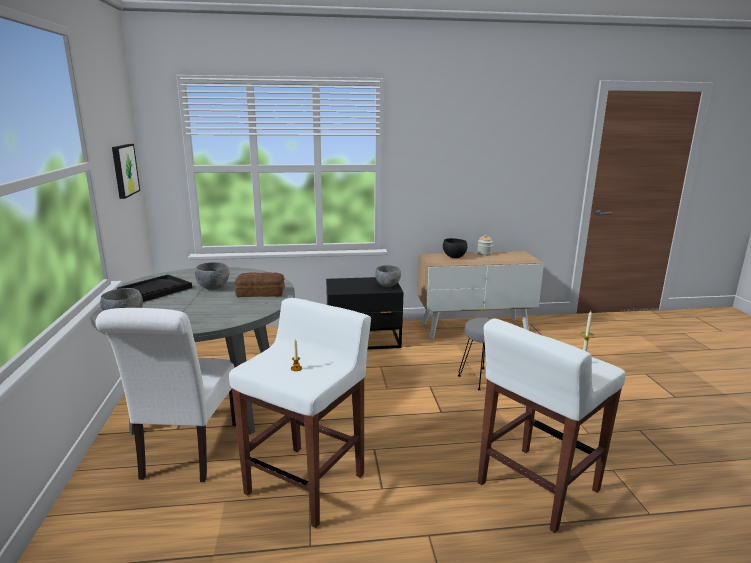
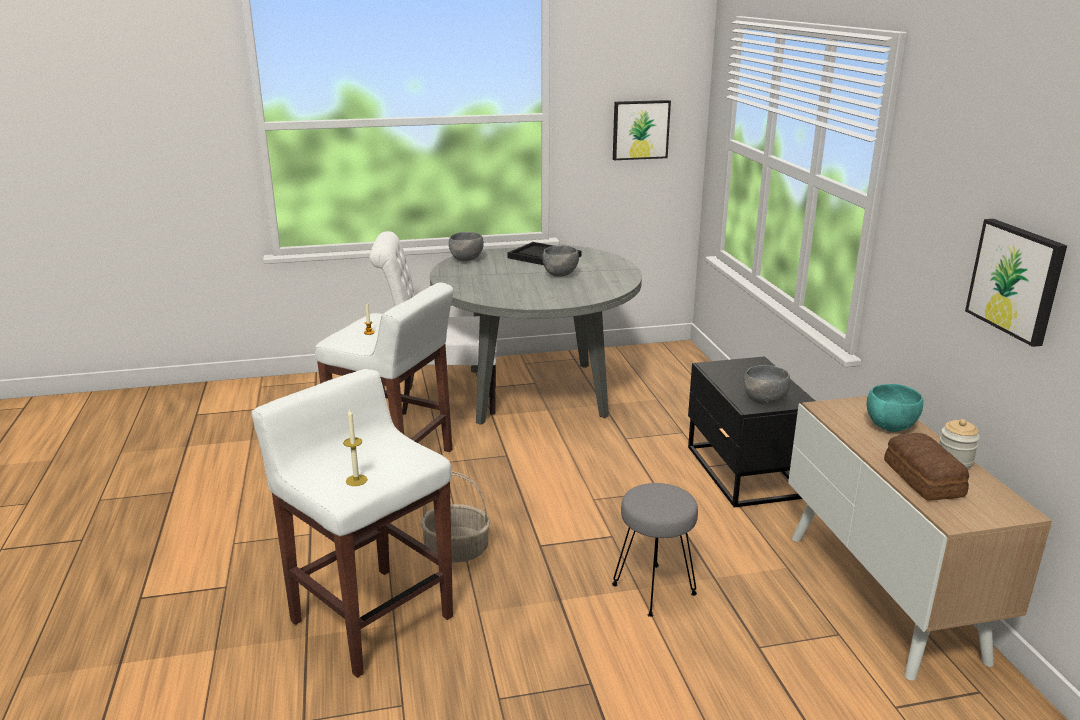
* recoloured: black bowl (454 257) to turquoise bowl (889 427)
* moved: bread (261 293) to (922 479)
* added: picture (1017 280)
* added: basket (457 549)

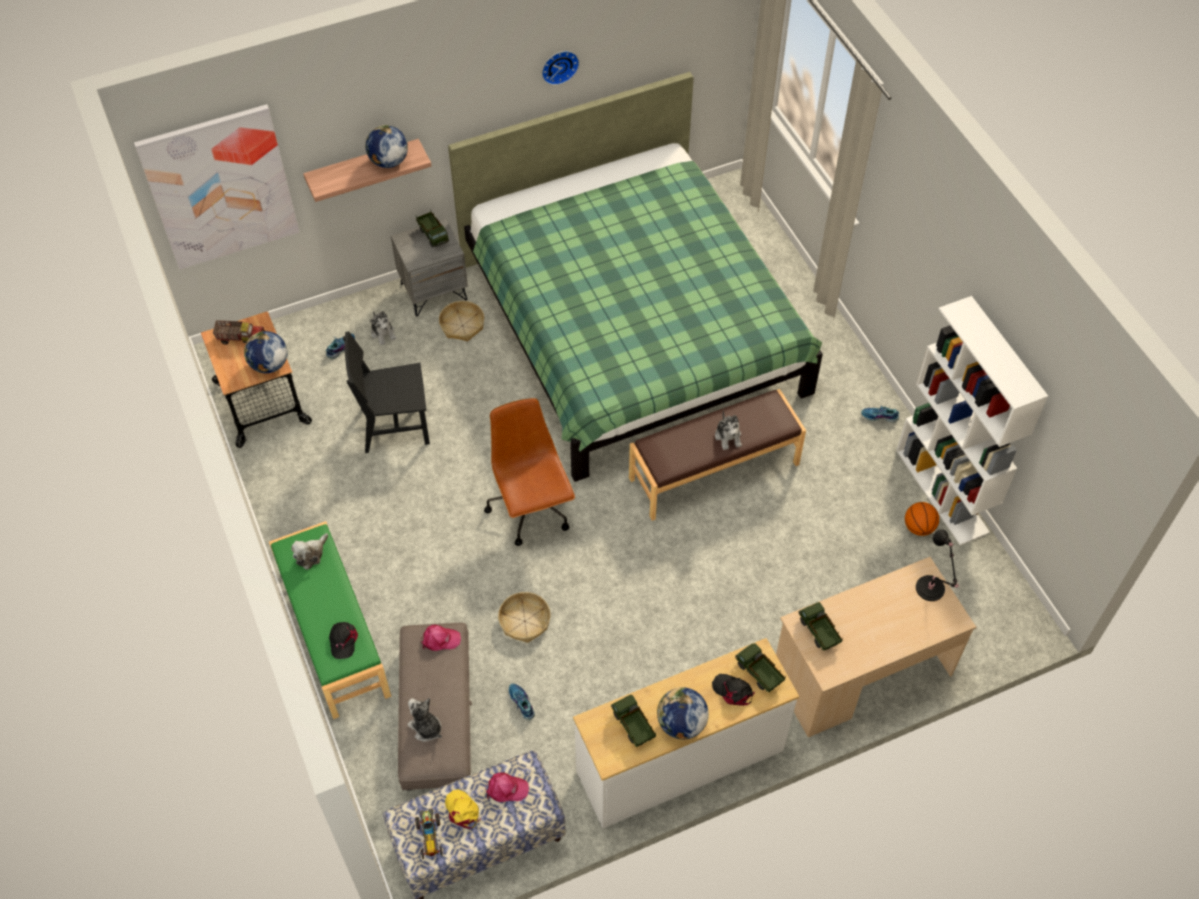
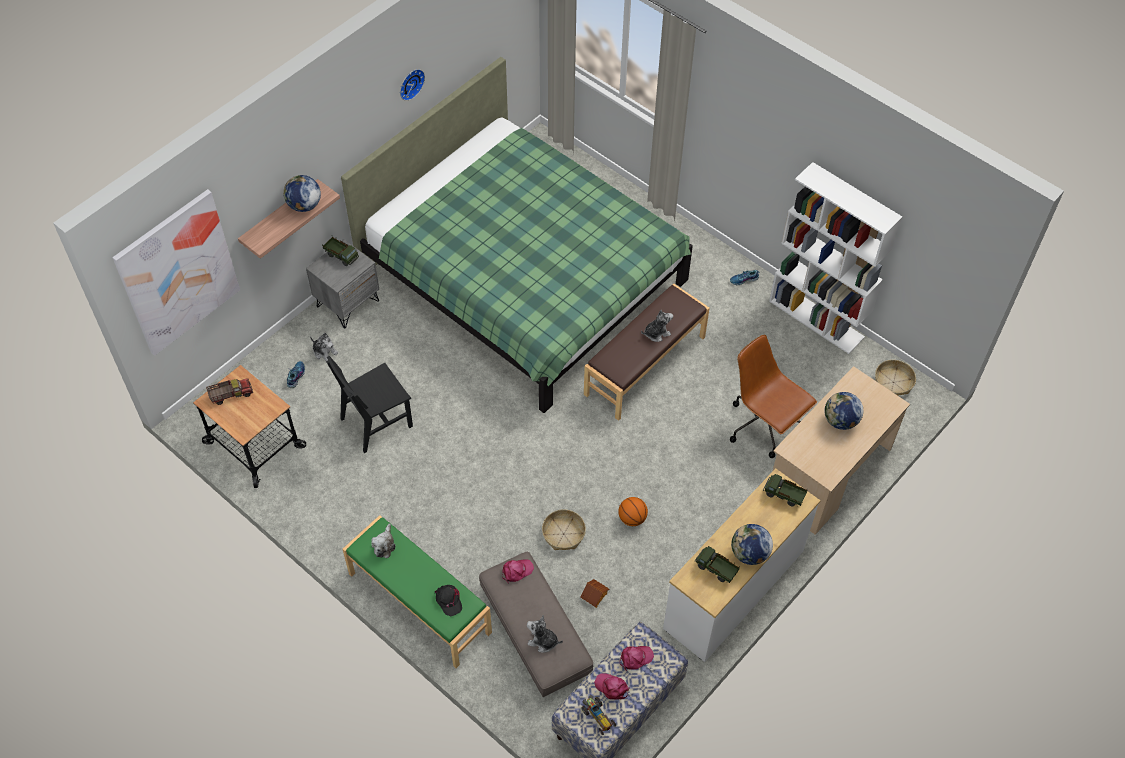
* moved: basket (462 325) to (893 382)
* moved: globe (269 365) to (840 421)
* moved: brown office chair (532 510) to (764 427)
* turned: plush toy (728 436) = (656 333) 75 degrees counterclockwise
* moved: basketball (918 527) to (632 518)
* removed: black table lamp (931 590)
* removed: toy truck (818 632)
* removed: black cap (733 691)
* replaced: shoe (521 703) to toy house (594 596)
* recoloured: yellow cap (462 810) to pink cap (612 687)

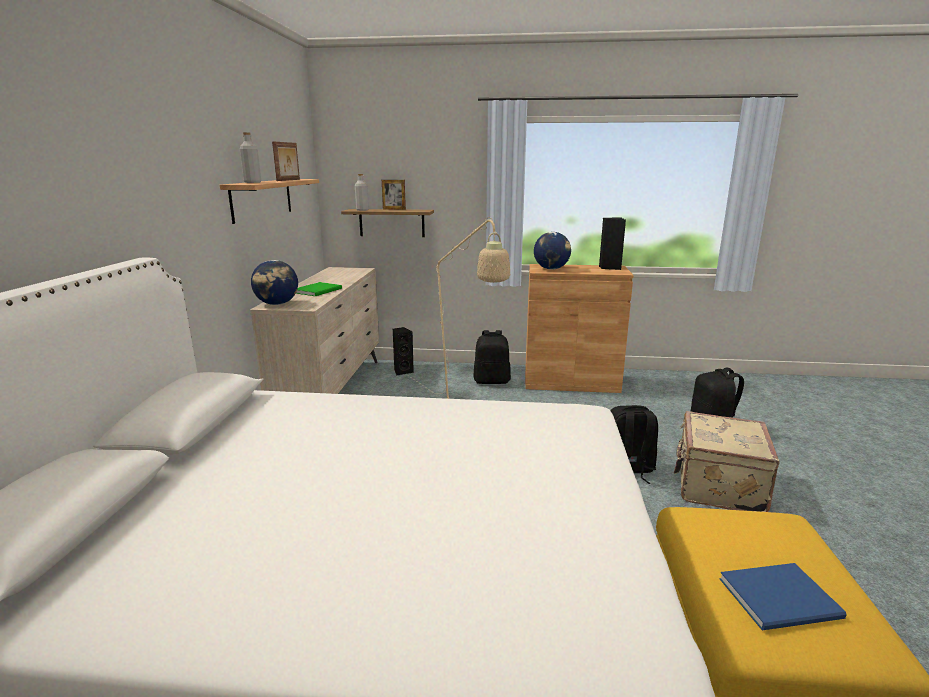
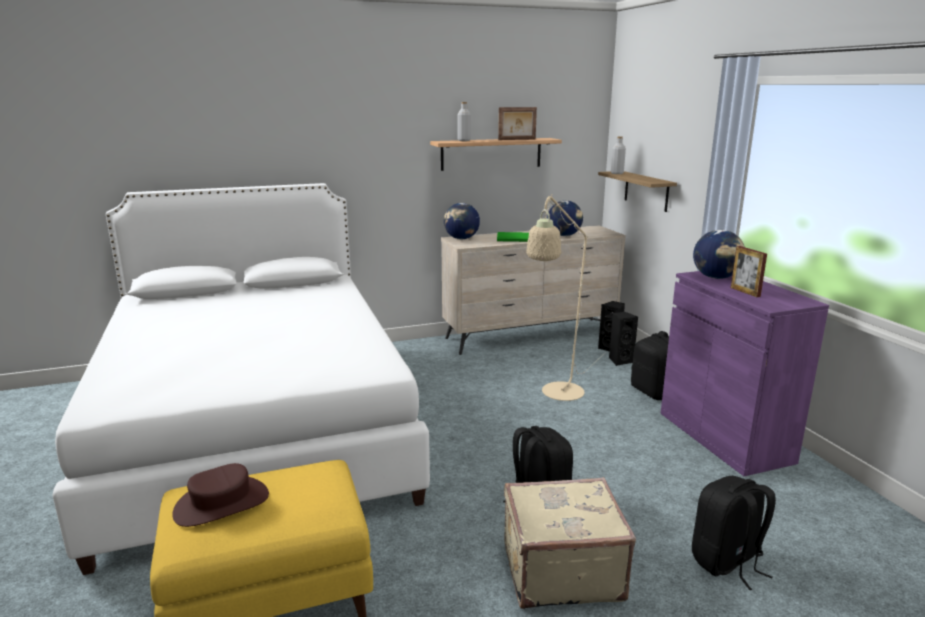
* moved: picture frame (394 209) to (745 292)
* moved: black speaker (609 267) to (620 361)
* recoloured: brown cabinet (571 382) to purple cabinet (724 437)
* replaced: blue book (783 600) to brown hat (221 504)
* added: globe (564 235)

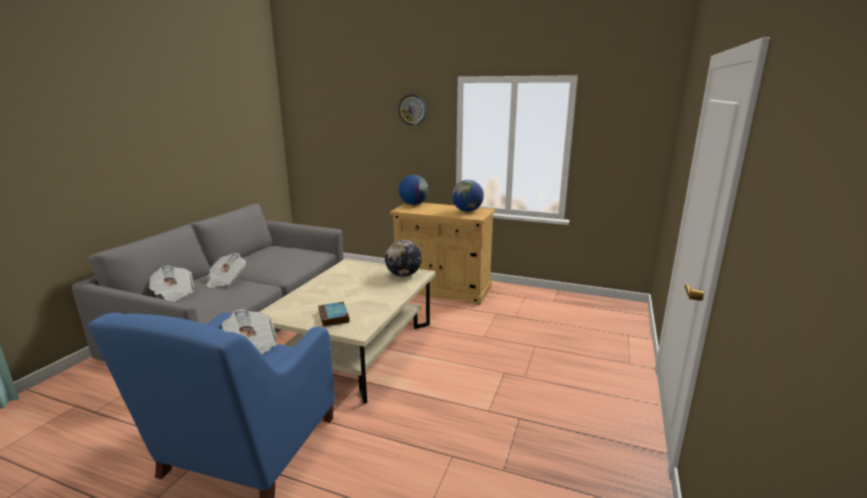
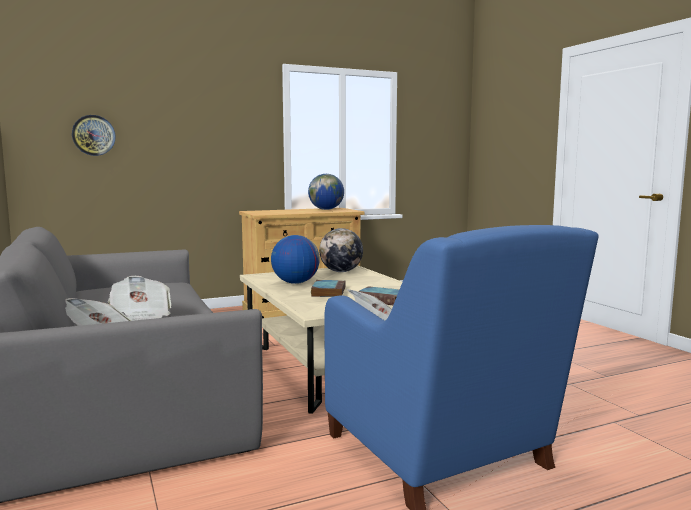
* moved: wall clock (412 110) to (93 135)
* moved: globe (413 204) to (295 283)
* added: book (328 292)

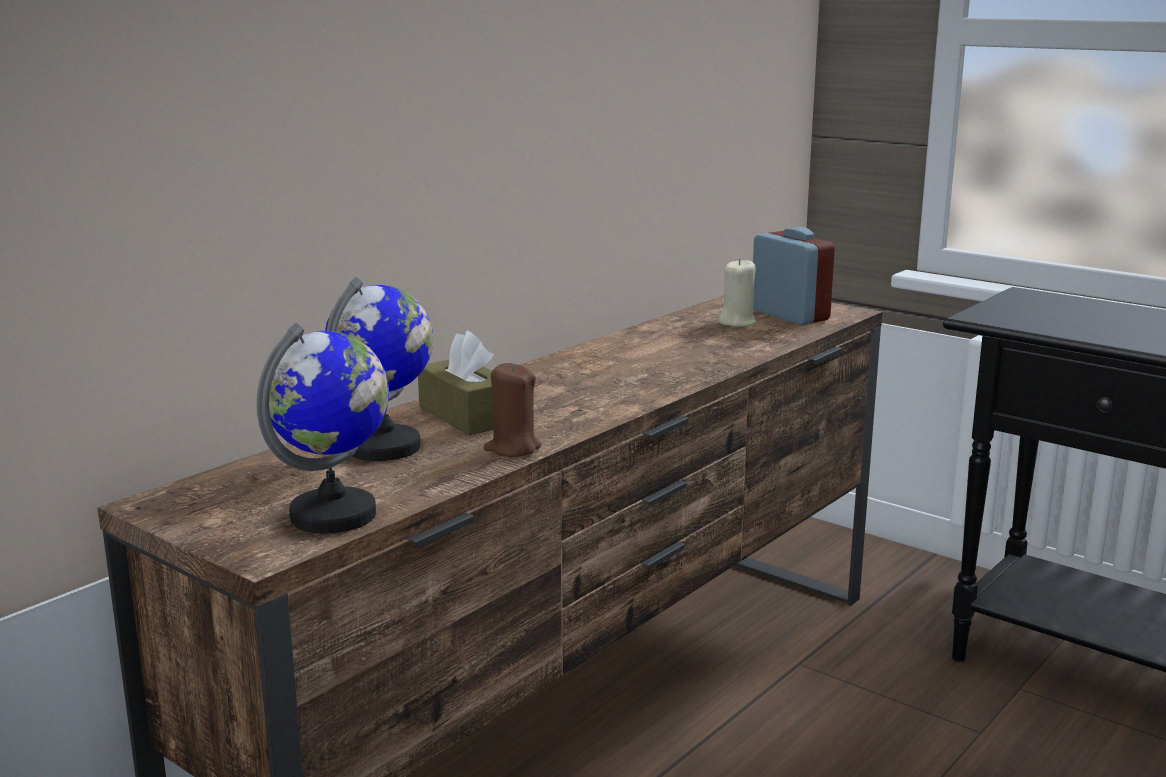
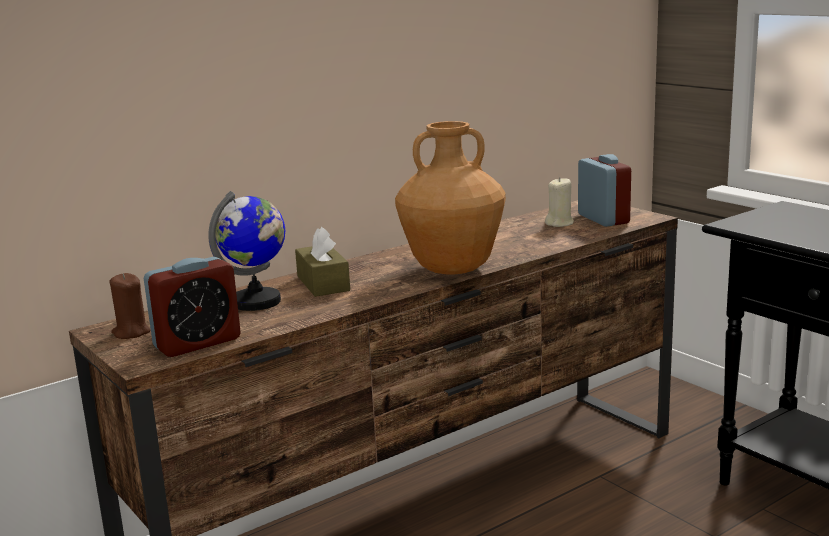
* replaced: globe (334 515) to alarm clock (197 343)
* moved: brown candle (512 448) to (131 332)
* added: brown vase (452 270)

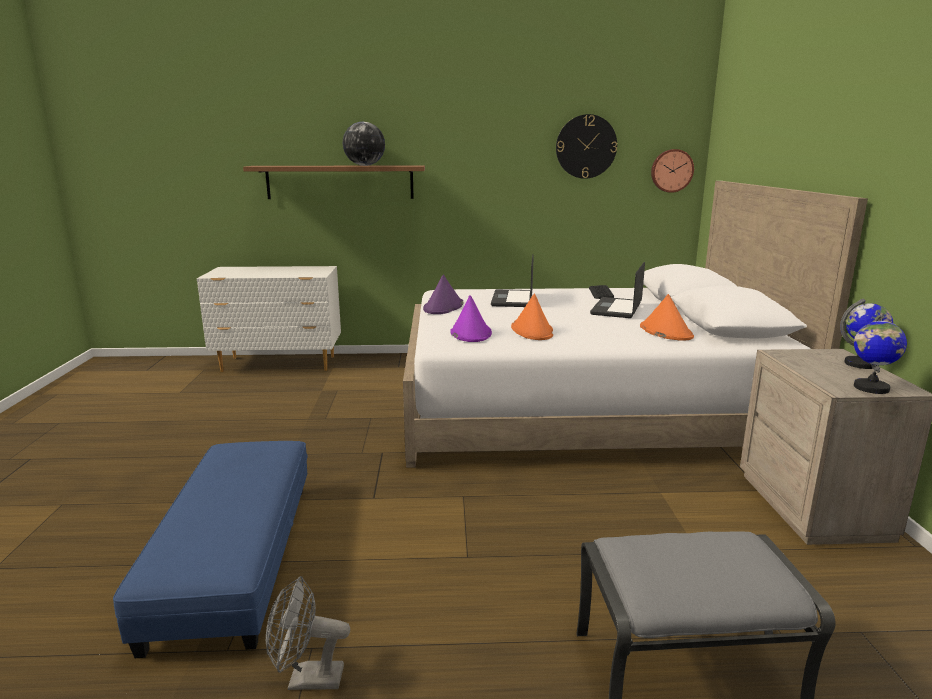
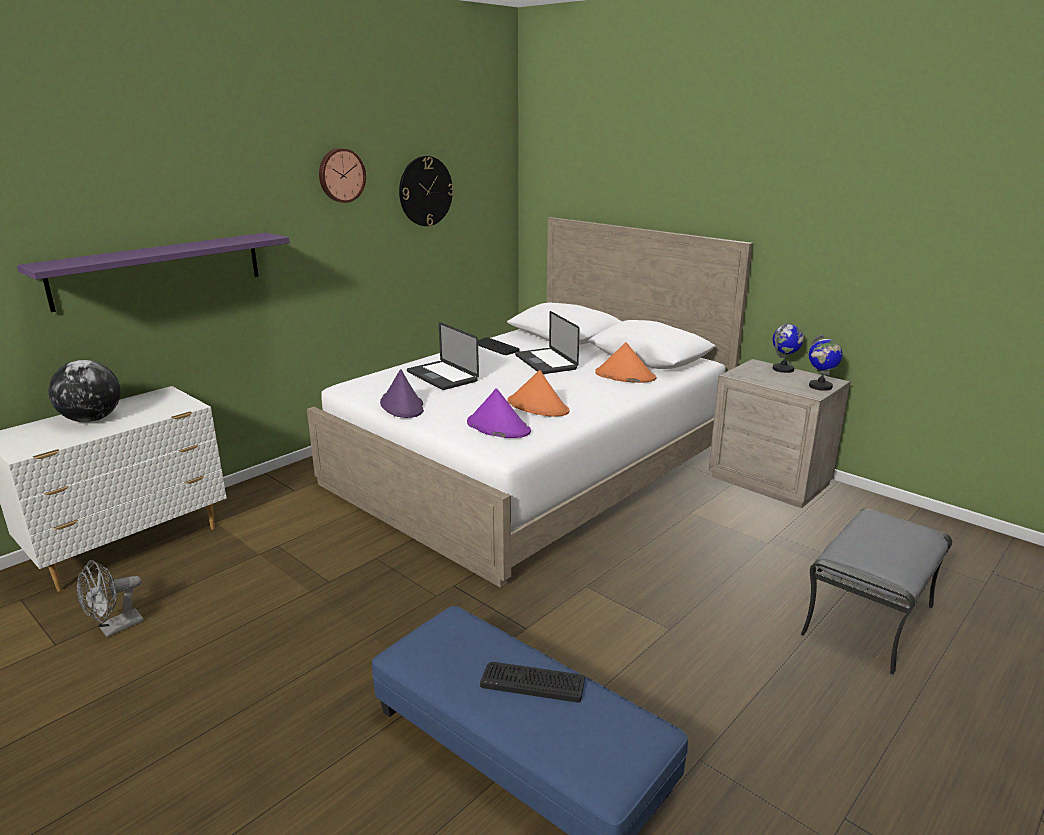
* moved: globe (365 165) to (92 419)
* moved: wall clock (671 170) to (341 175)
* recoloured: brown shelf (340 182) to purple shelf (159 270)
* moved: grey fan (307 679) to (115 628)
* added: keyboard (533 682)

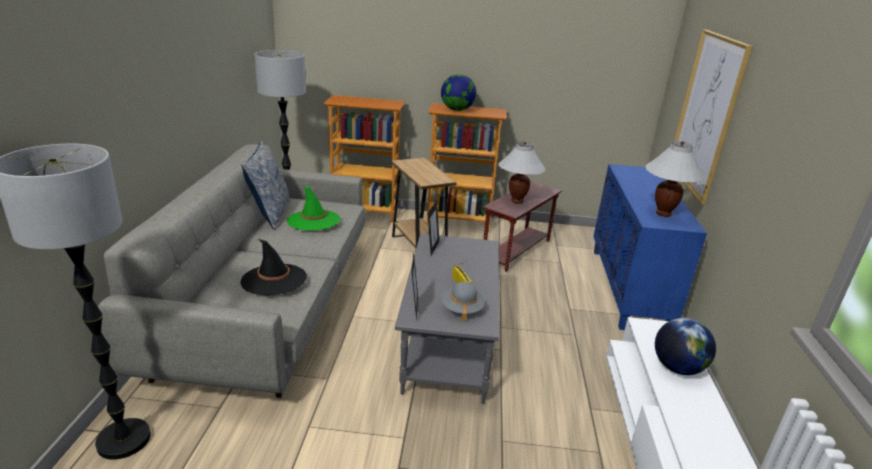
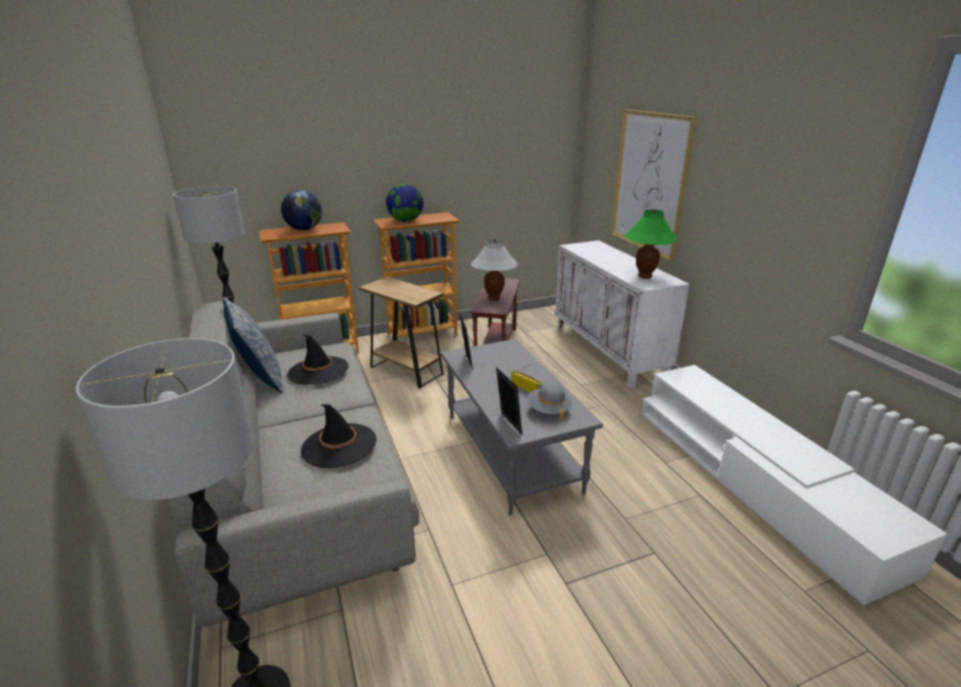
* recoloured: white table lamp (663 213) to green table lamp (645 276)
* recoloured: blue cabinet (628 289) to white cabinet (609 352)
* recoloured: green hat (313 220) to black hat (318 371)
* moved: globe (677 368) to (304 229)

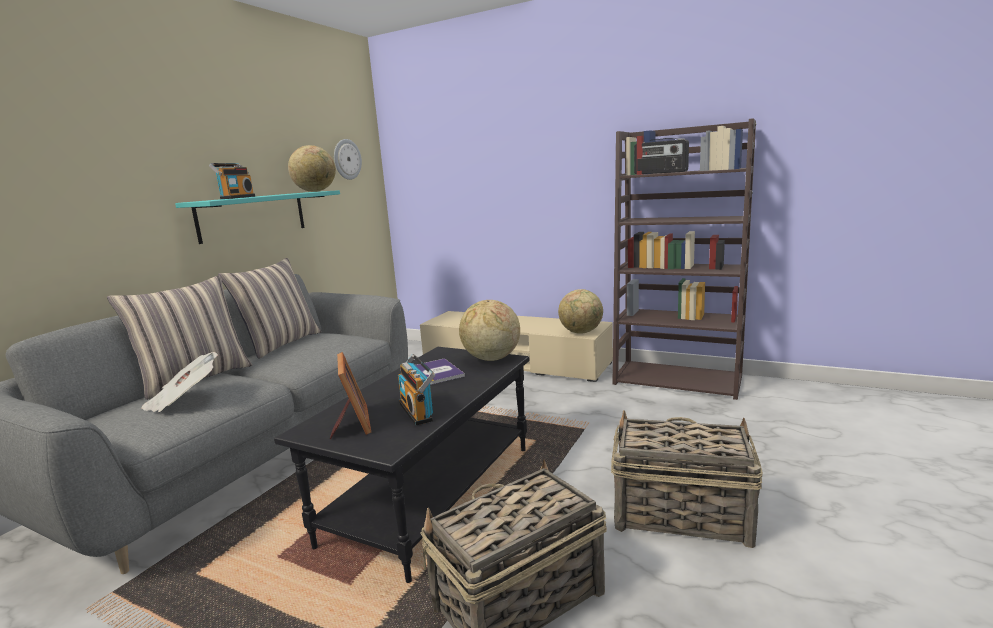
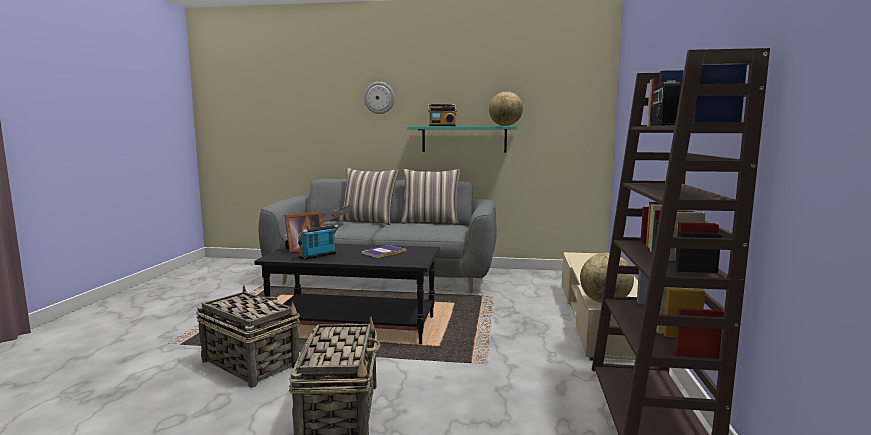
* moved: wall clock (347 159) to (379 98)
* removed: globe (491 359)

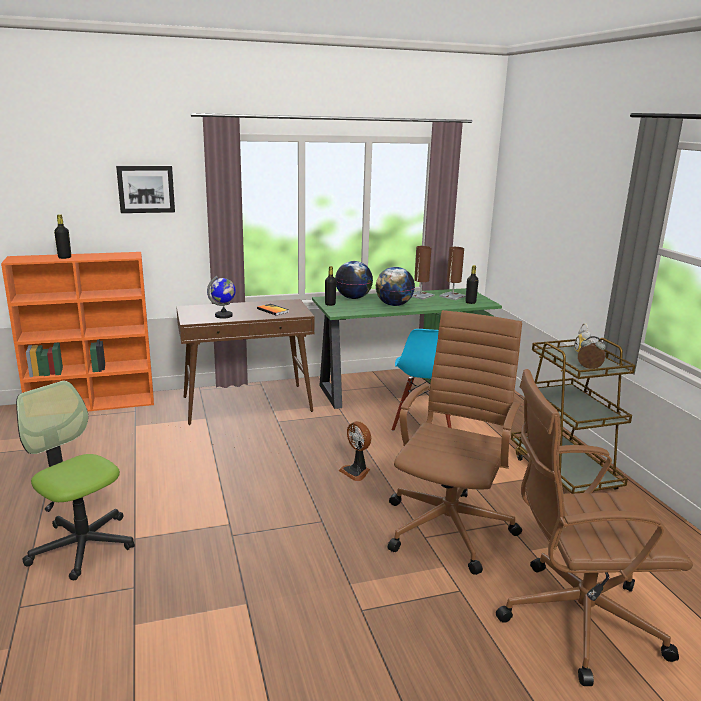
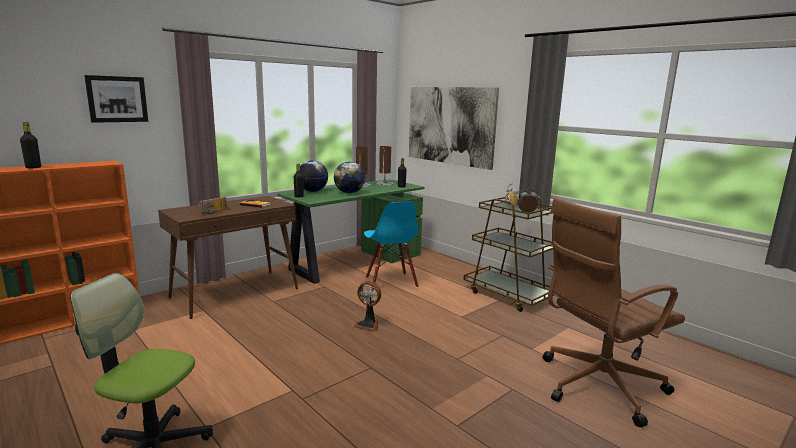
* replaced: globe (224 315) to radio (214 212)
* removed: brown office chair (450 526)
* added: picture (450 125)

